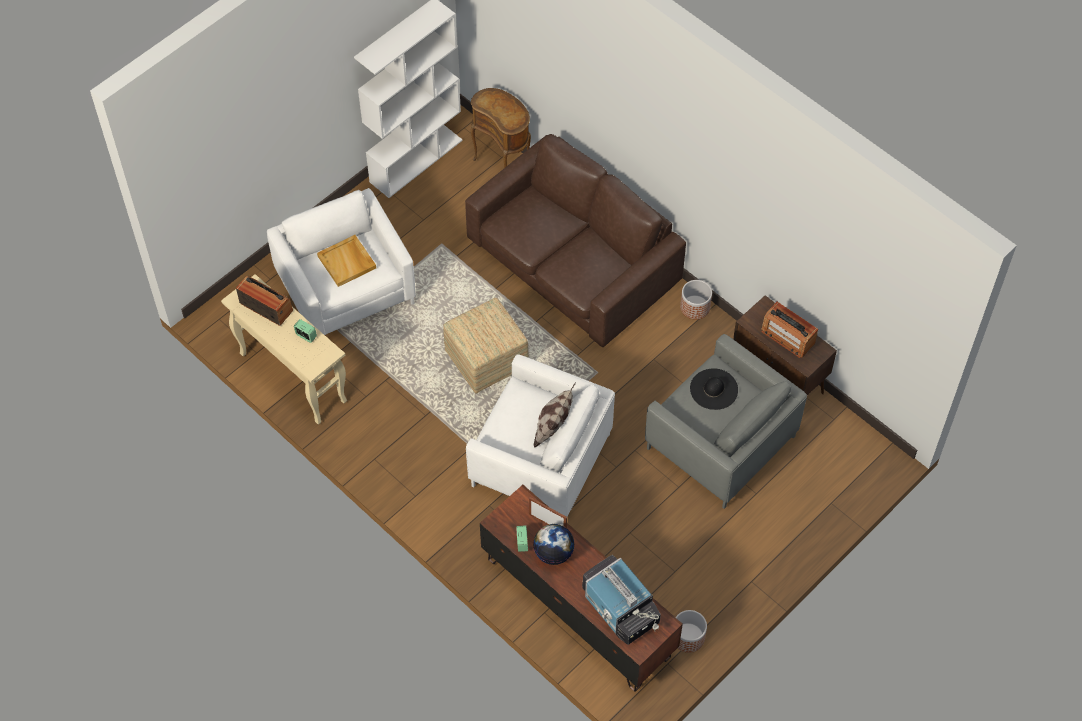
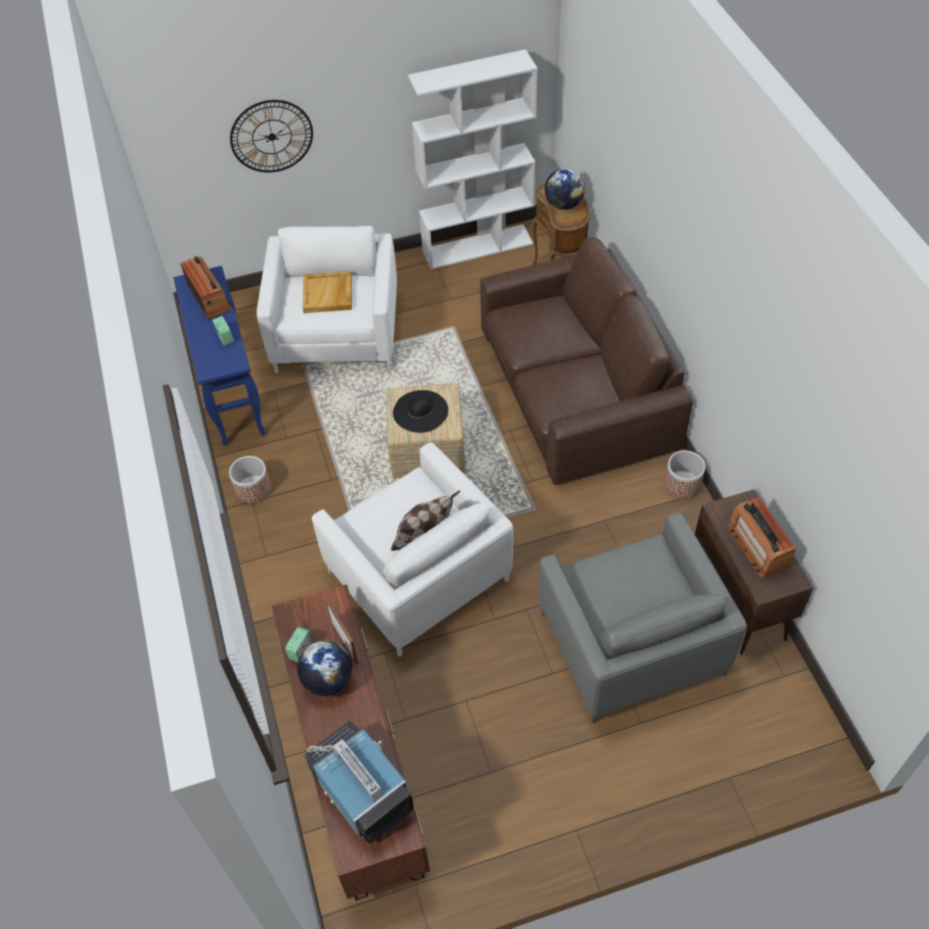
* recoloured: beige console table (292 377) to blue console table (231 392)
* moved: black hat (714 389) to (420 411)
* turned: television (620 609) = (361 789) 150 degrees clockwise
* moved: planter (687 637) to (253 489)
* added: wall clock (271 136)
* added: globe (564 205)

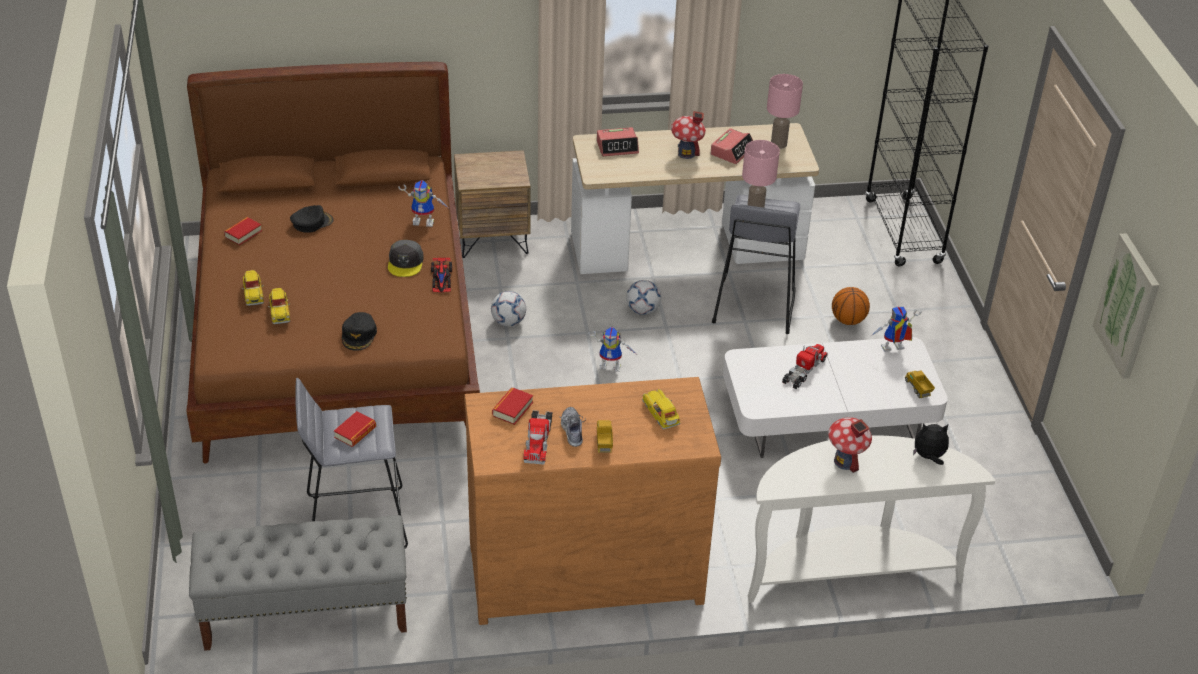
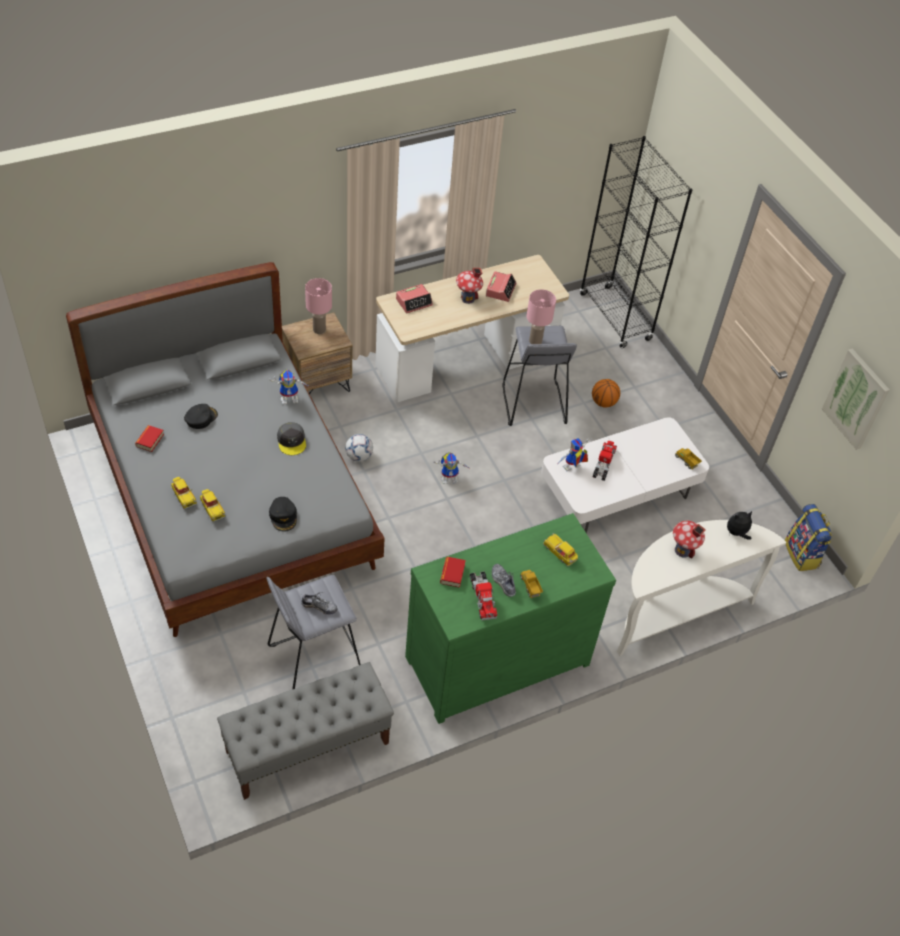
* recoloured: brown bed (338 336) to grey bed (232 498)
* moved: pink table lamp (779 144) to (319 330)
* removed: toy car (441 278)
* removed: football (642 310)
* moved: toy robot (892 350) to (571 468)
* recoloured: brown dresser (583 569) to green dresser (495 658)
* replaced: book (355 432) to shoe (319 606)
* added: backpack (802 554)

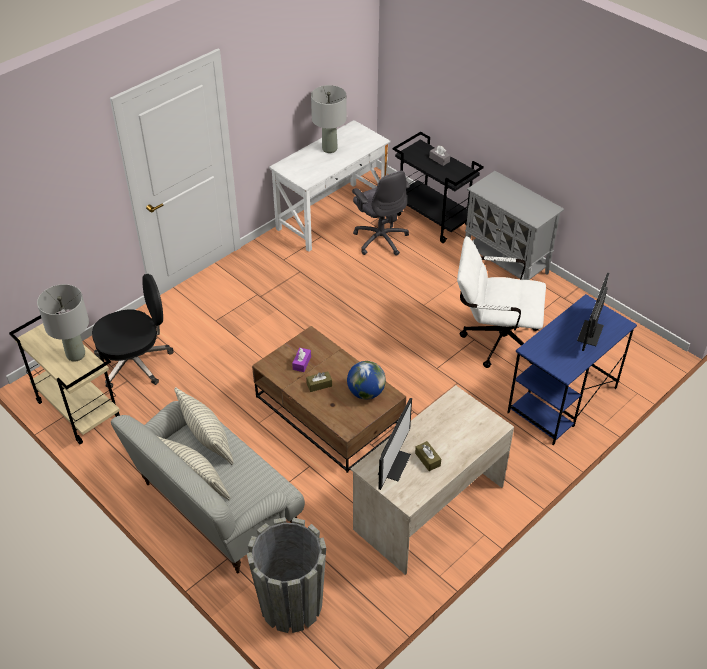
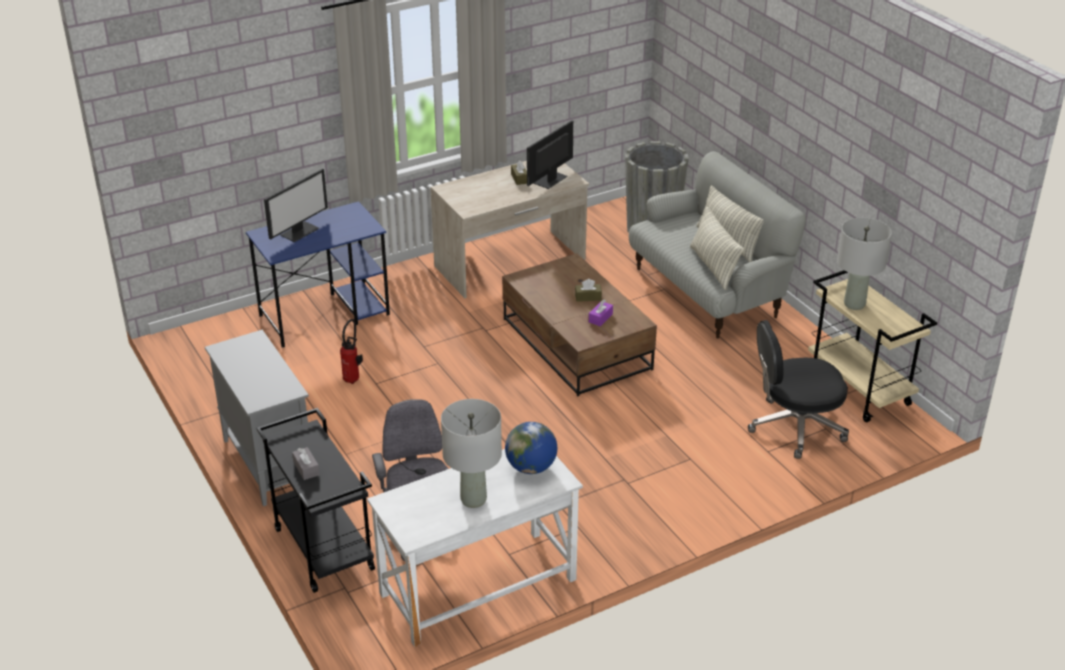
* replaced: white office chair (494 340) to fire extinguisher (353 379)
* moved: globe (366 392) to (531 467)

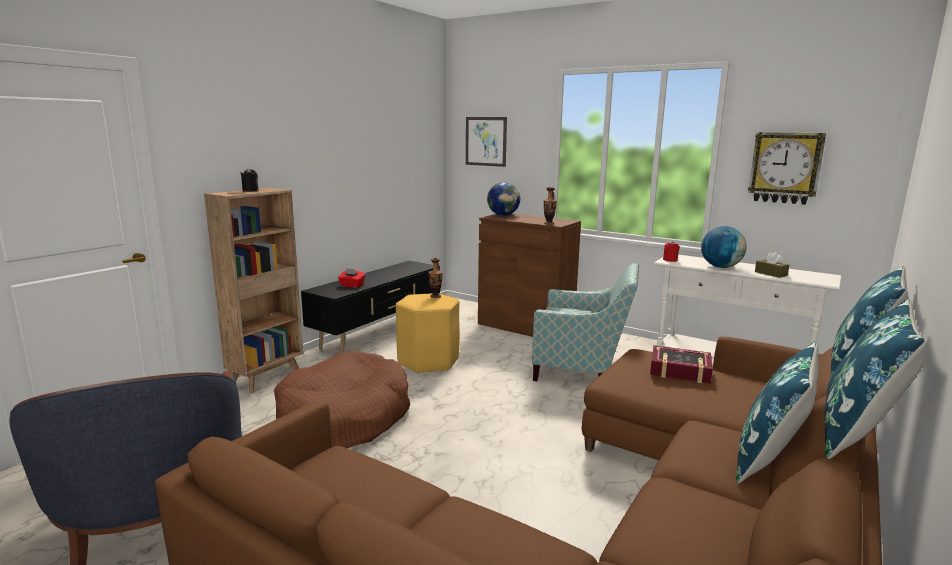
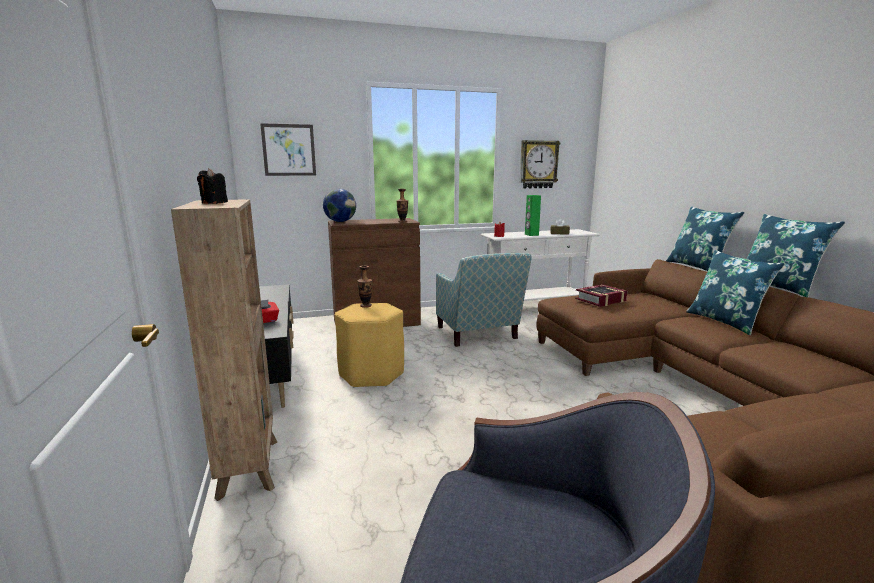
* replaced: globe (720 267) to green speaker (531 235)
* turned: armchair (583 371) = (479 335) 105 degrees clockwise
* removed: brown dog bed (343 418)

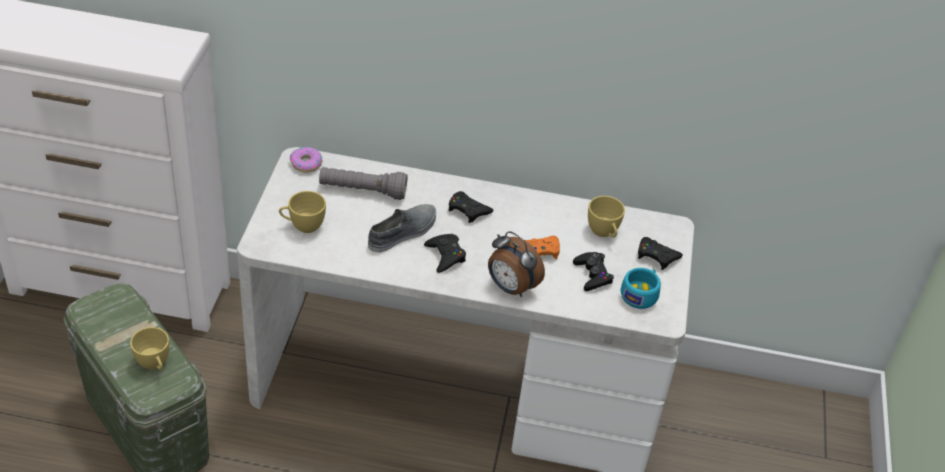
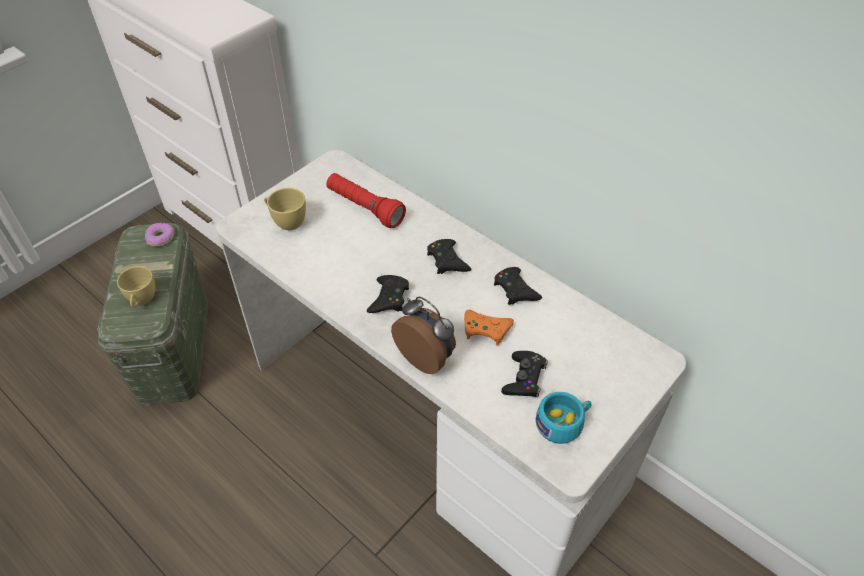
* moved: donut (306 164) to (160 237)
* recoloured: grey flashlight (362 191) to red flashlight (364 208)
* removed: yellow cup (604 233)
* removed: grey shoe (403 232)
* turned: alarm clock (510 288) = (426 357) 150 degrees clockwise
* moved: black game controller (656 256) to (515 290)

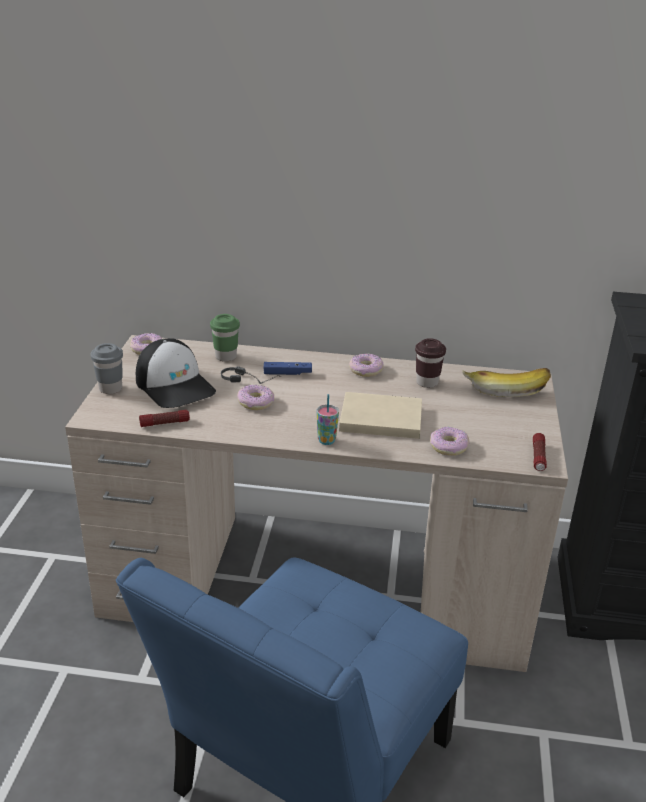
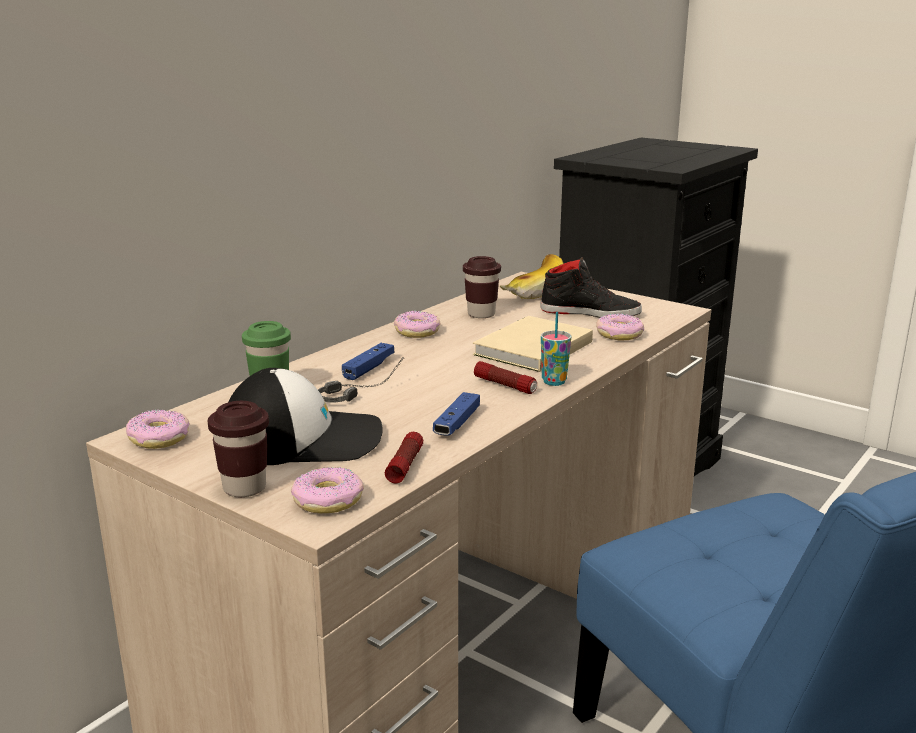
* recoloured: grey cup (110 389) to brown cup (244 488)
* moved: donut (256 402) to (327 500)
* moved: flashlight (538 457) to (505 385)
* added: black shoe (590 312)
* added: blue game controller (457 423)

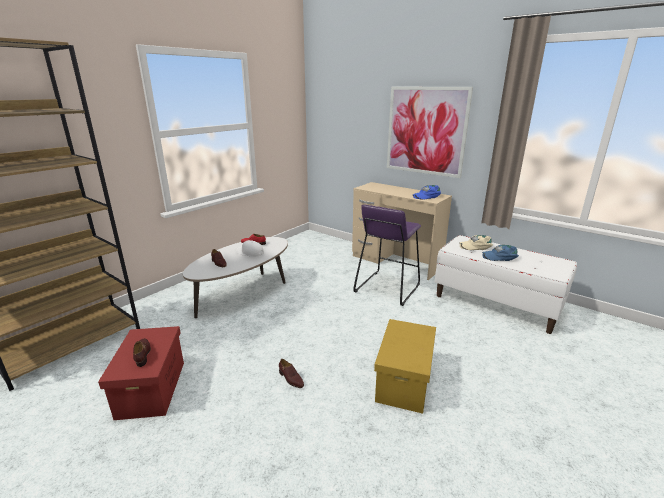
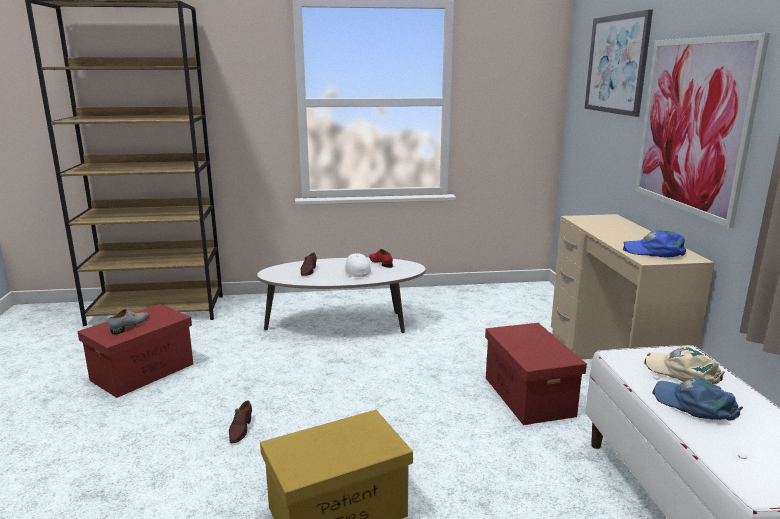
* replaced: purple stool (387 288) to red storage box (527 396)
* recoloured: brown shoe (143 354) to grey shoe (130 326)
* added: picture (616 64)

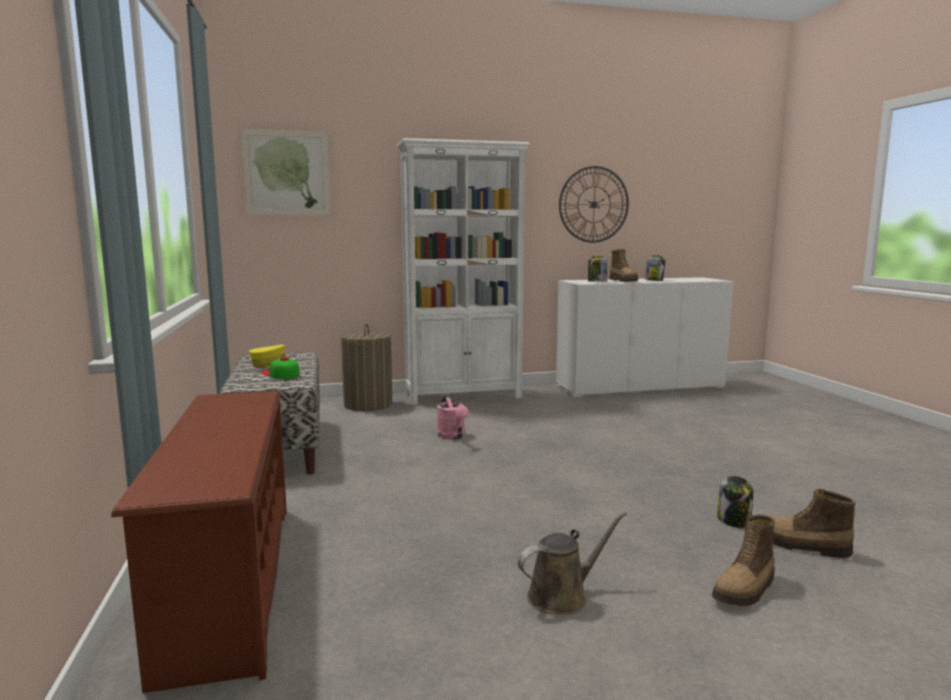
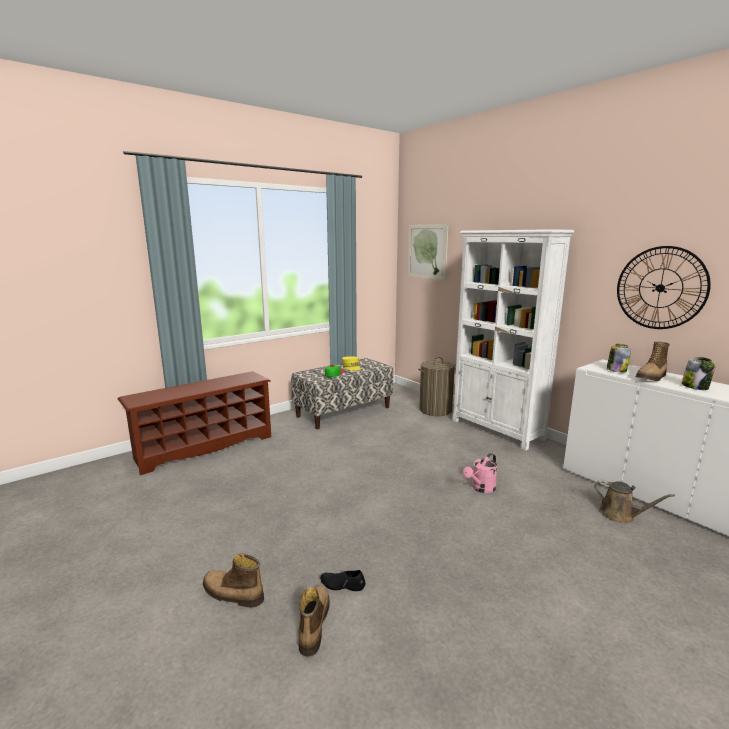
* moved: pink watering can (453 436) to (481 488)
* replaced: jar (734 520) to black shoe (342 584)
* moved: brown watering can (562 596) to (620 515)

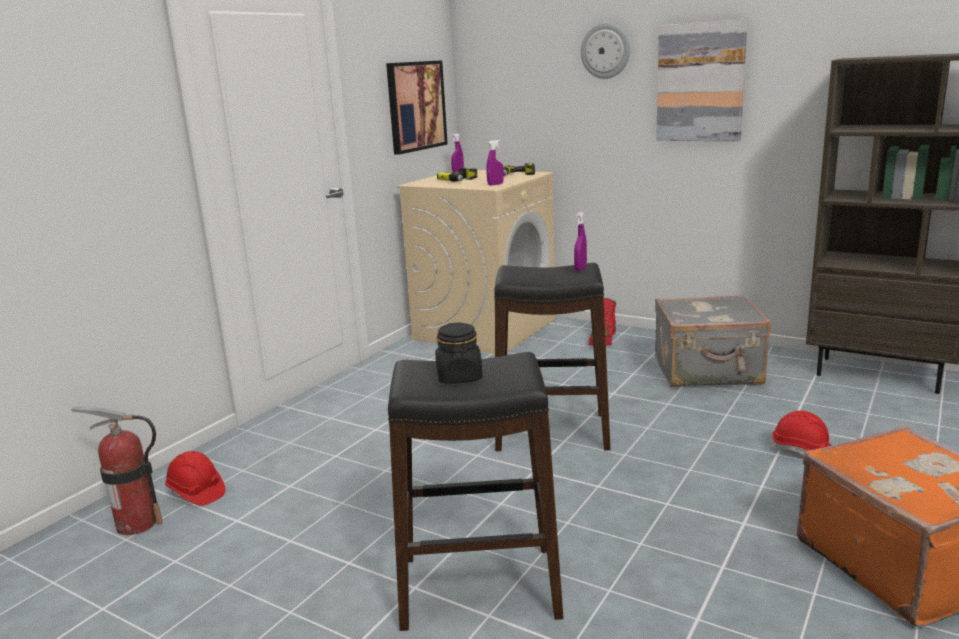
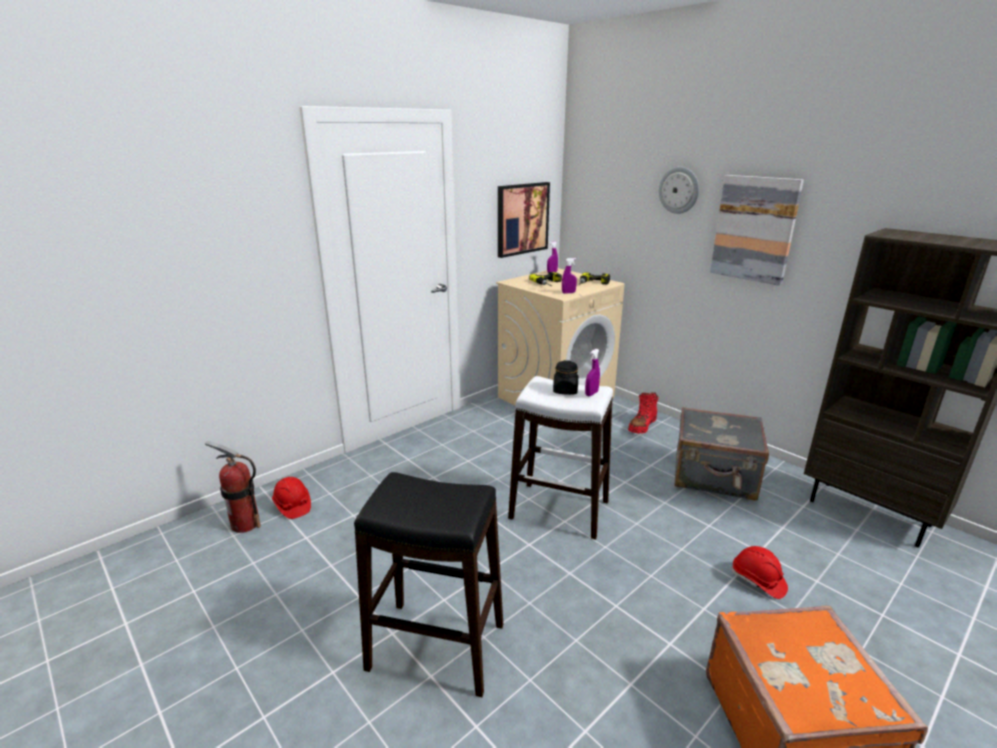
* recoloured: black stool (552 431) to white stool (559 509)
* moved: black jar (459 377) to (565 390)

